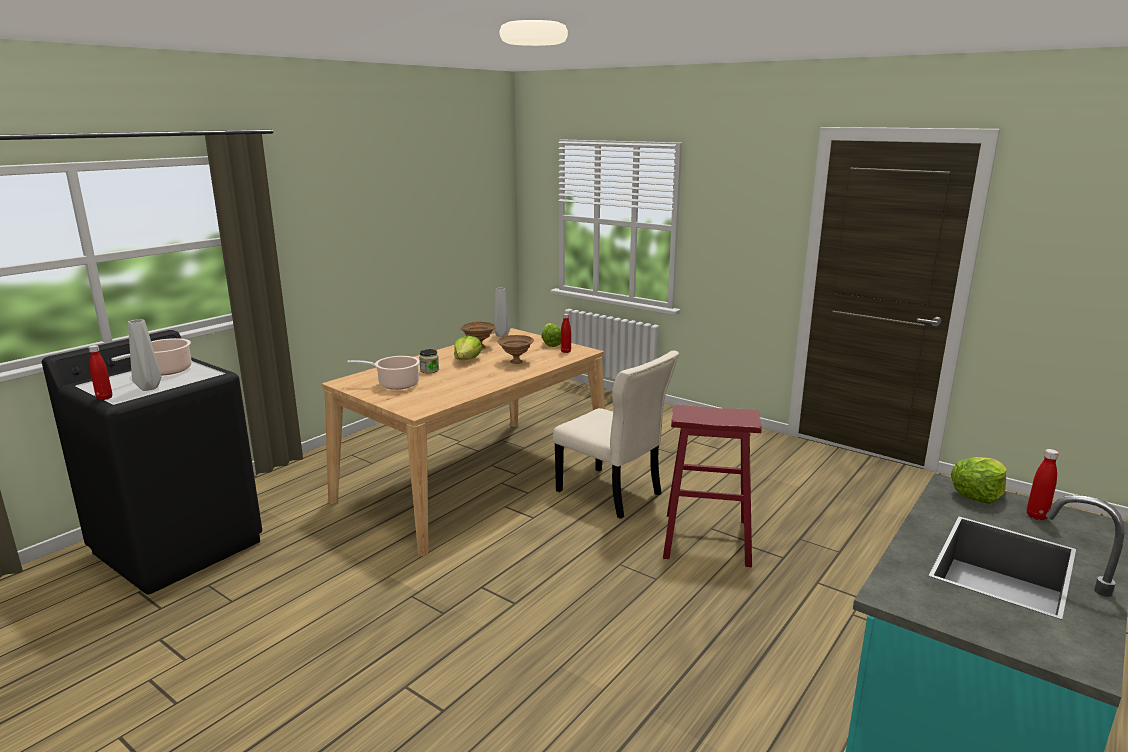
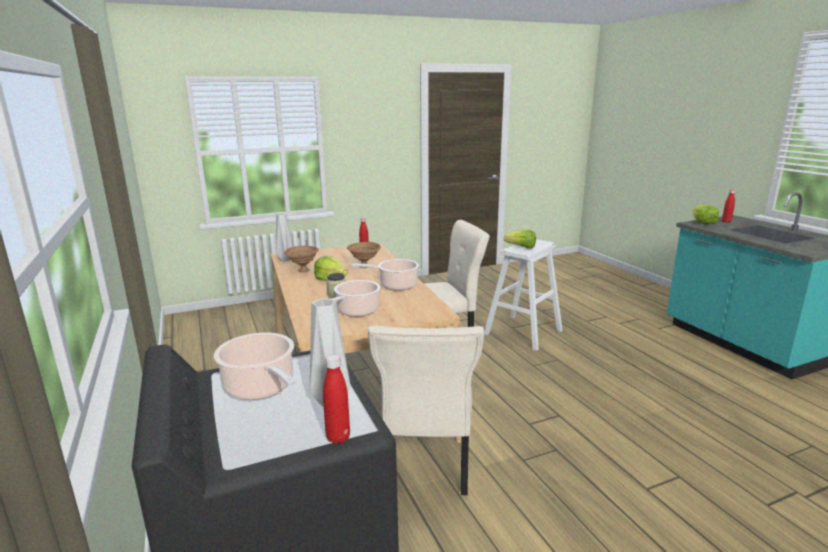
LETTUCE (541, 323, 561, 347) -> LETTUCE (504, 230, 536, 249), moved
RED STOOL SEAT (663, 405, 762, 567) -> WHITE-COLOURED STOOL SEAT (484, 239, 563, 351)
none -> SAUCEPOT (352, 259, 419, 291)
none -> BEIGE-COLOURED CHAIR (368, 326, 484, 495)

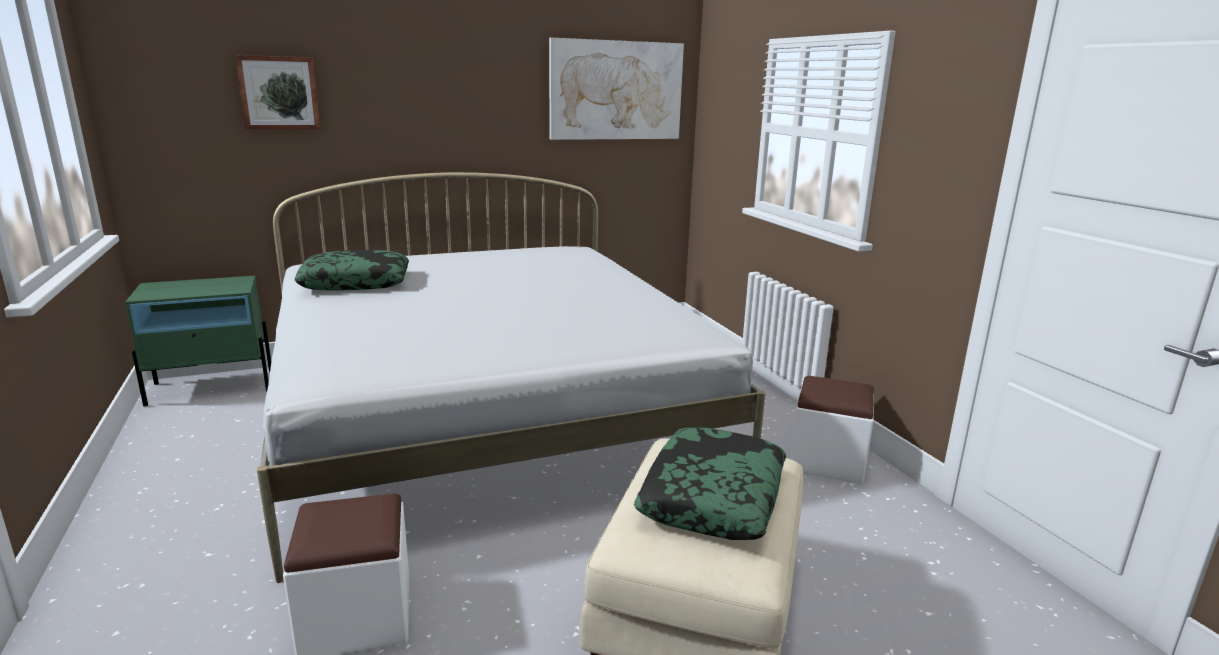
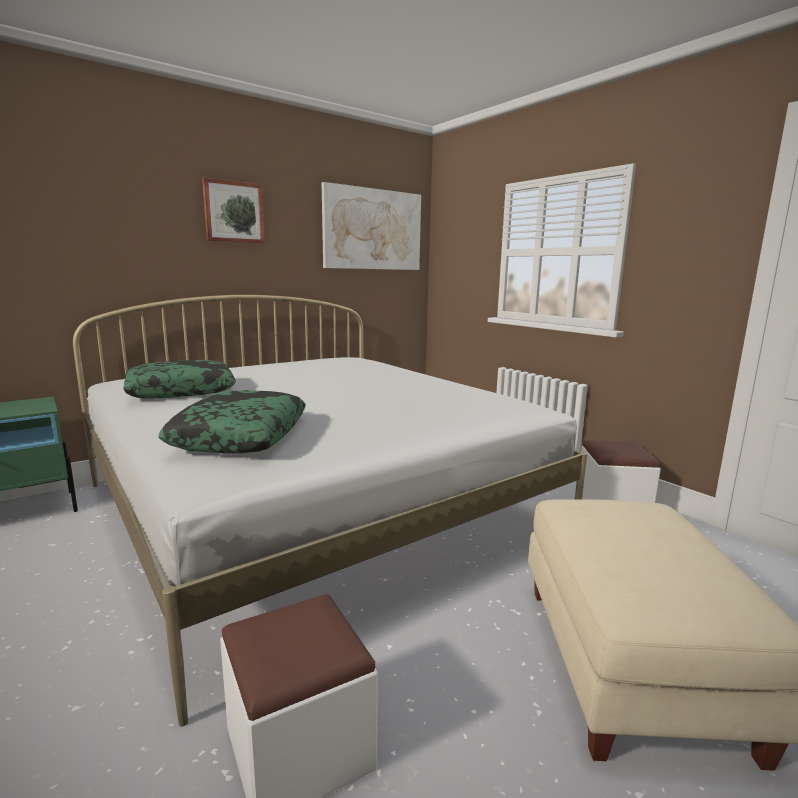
WALL ART (235, 55, 320, 129) -> WALL ART (202, 177, 265, 244), moved
CUSHION (634, 428, 786, 540) -> CUSHION (158, 390, 306, 453), moved

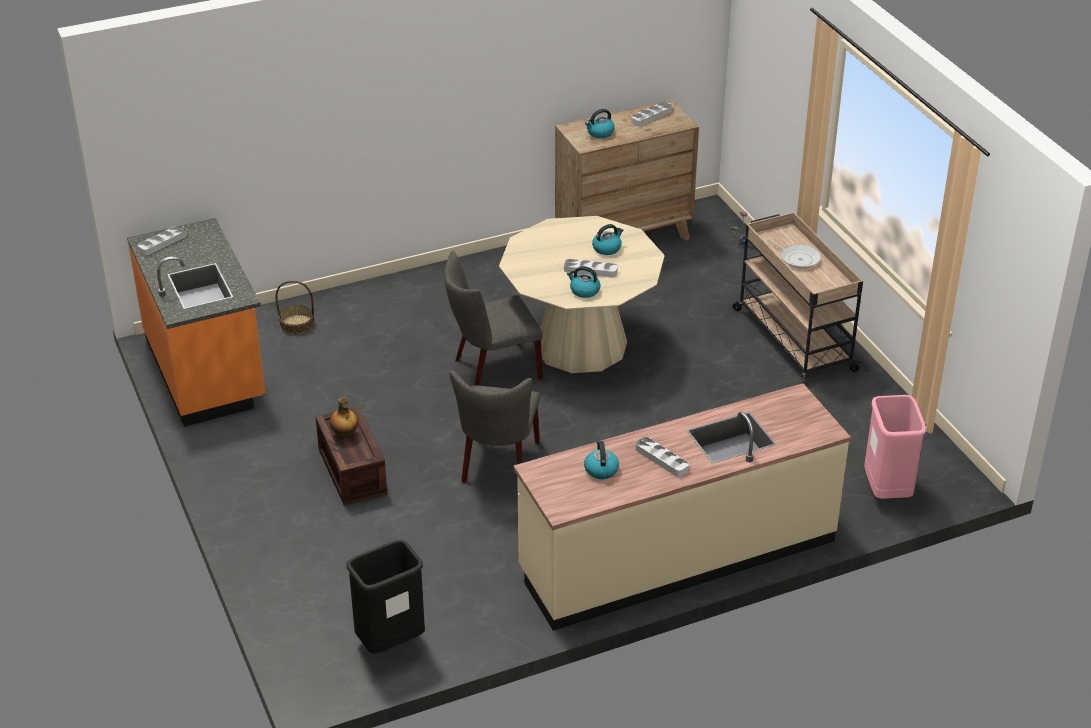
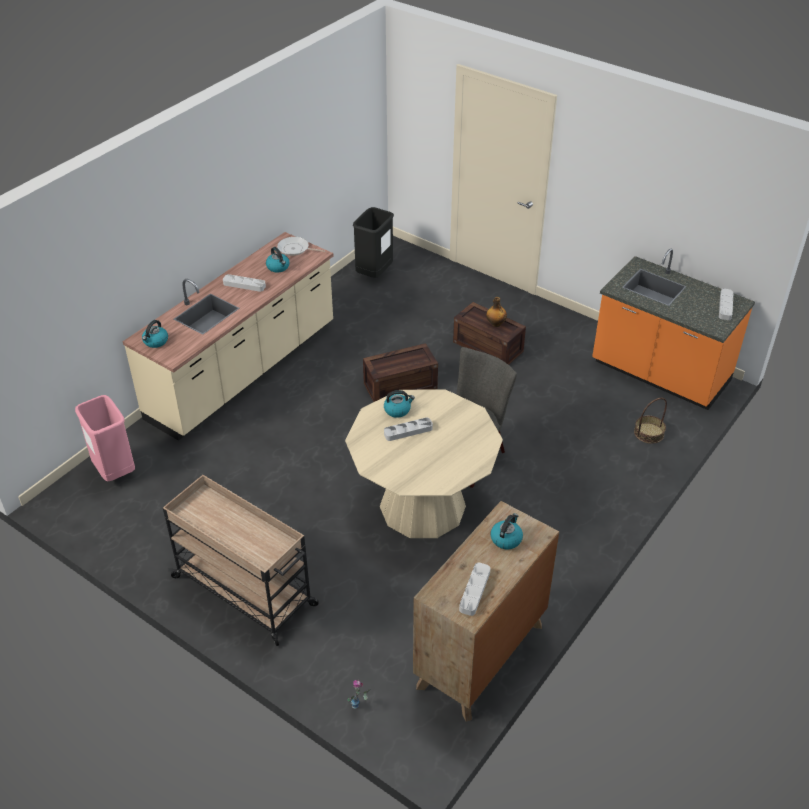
GRAY CHAIR (450, 370, 540, 483) -> PACKING CRATE (363, 343, 438, 402)
KETTLE (592, 224, 623, 255) -> KETTLE (142, 320, 168, 348), moved
FRYING PAN (767, 240, 821, 269) -> FRYING PAN (277, 237, 325, 256), moved

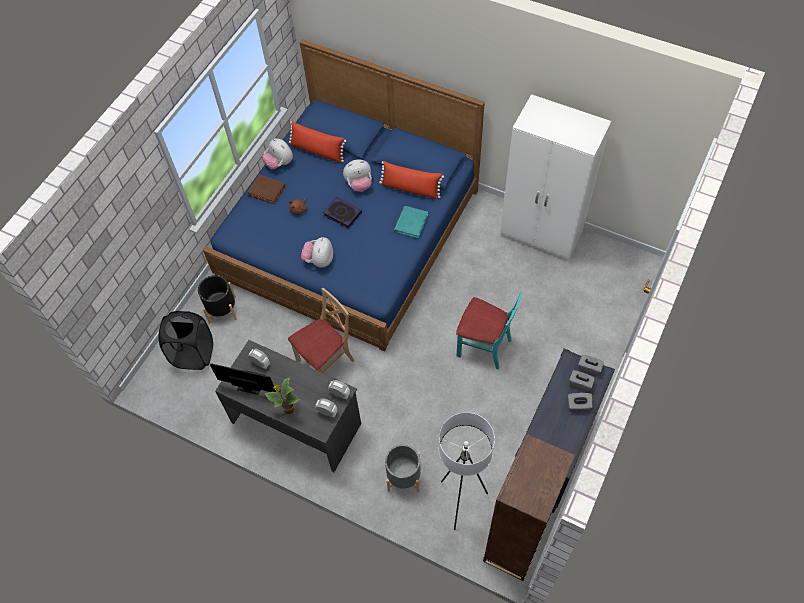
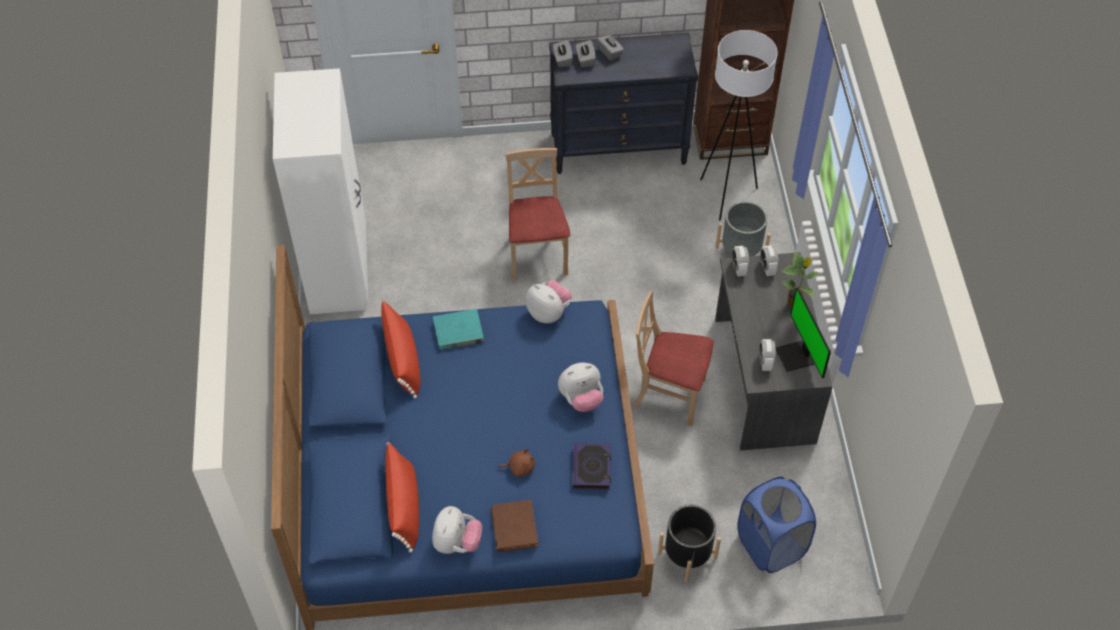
BLACKISH HAMPER (158, 311, 213, 370) -> BLUISH HAMPER (737, 477, 816, 573)
BOOK (323, 197, 362, 229) -> BOOK (573, 443, 611, 490), moved
PLUSH TOY (343, 159, 372, 192) -> PLUSH TOY (526, 280, 572, 323), moved
TURQUOISE-COLOURED CHAIR (456, 292, 522, 370) -> BEIGE-COLOURED CHAIR (505, 148, 570, 281)

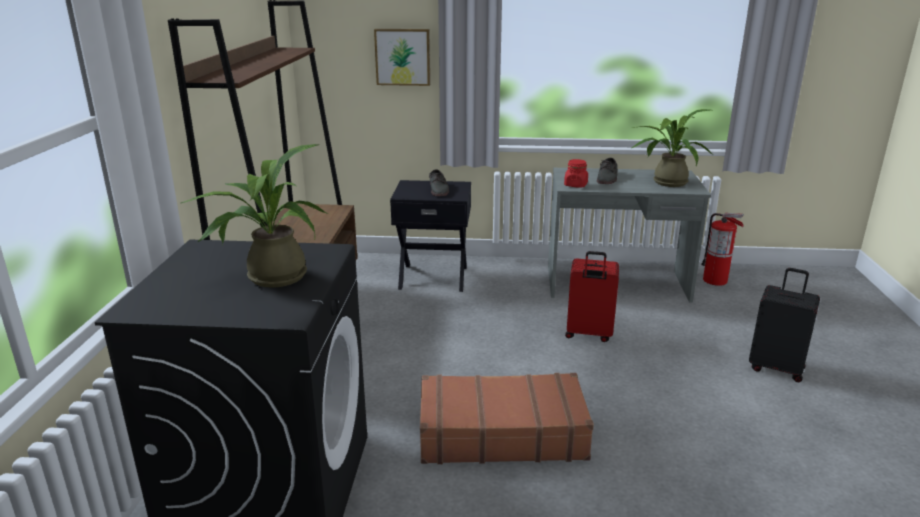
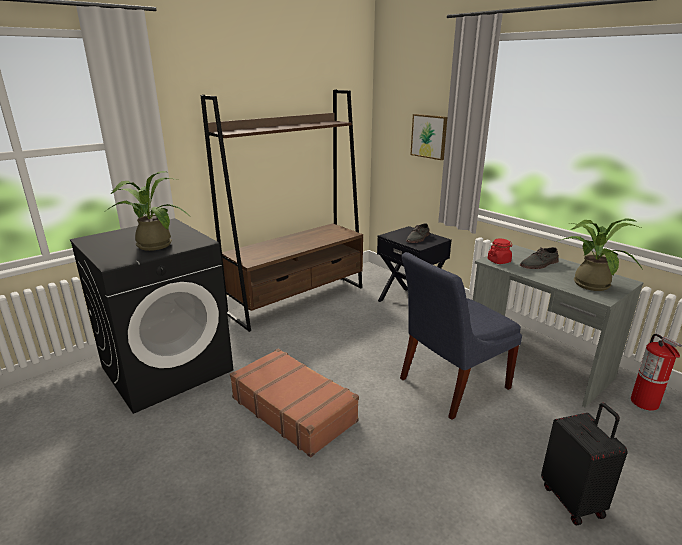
RED PIECE OF LUGGAGE (565, 251, 619, 342) -> BLUISH CHAIR (400, 252, 522, 420)

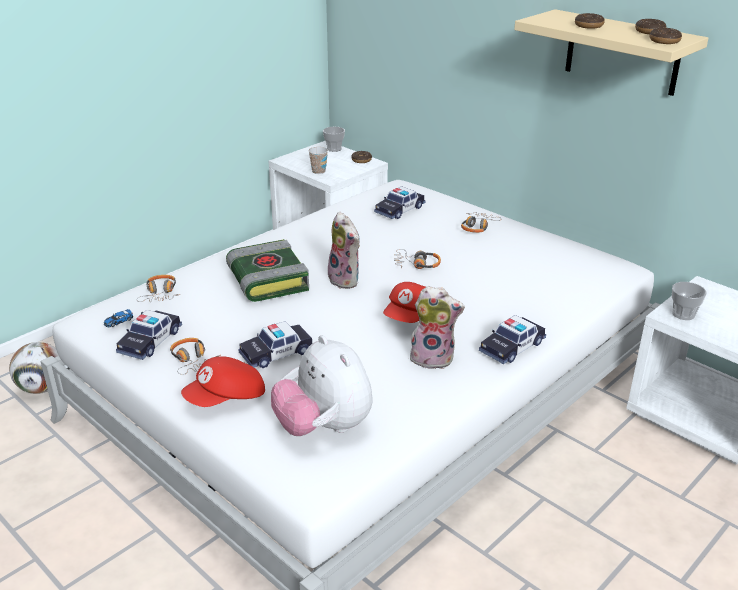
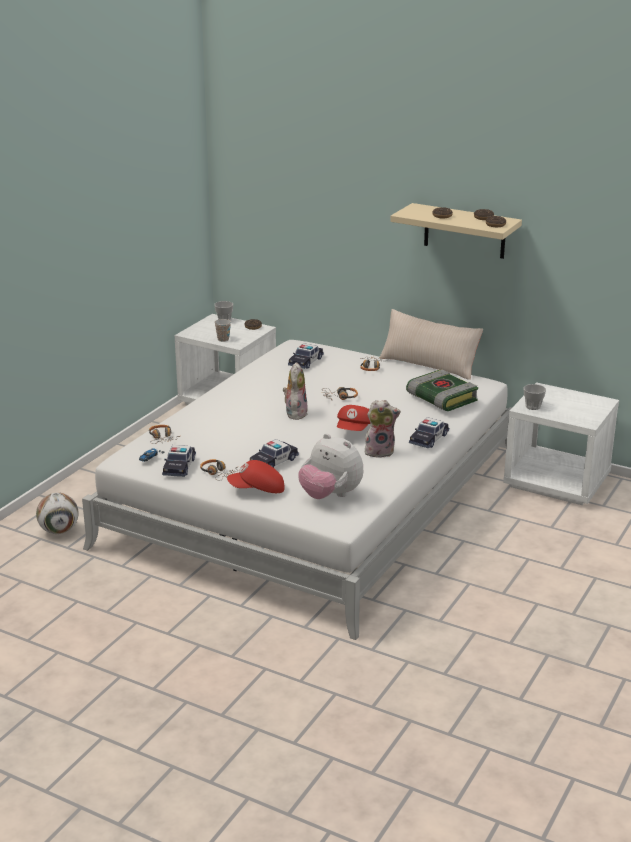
RED BASEBALL CAP (181, 356, 265, 407) -> RED BASEBALL CAP (227, 460, 285, 493), 45 degrees clockwise
BOOK (226, 239, 309, 302) -> BOOK (406, 369, 478, 411), moved
PLUSH TOY (326, 212, 360, 289) -> PLUSH TOY (283, 362, 308, 420), 120 degrees counterclockwise
none -> BEIGE-COLOURED CUSHION (379, 309, 483, 380)

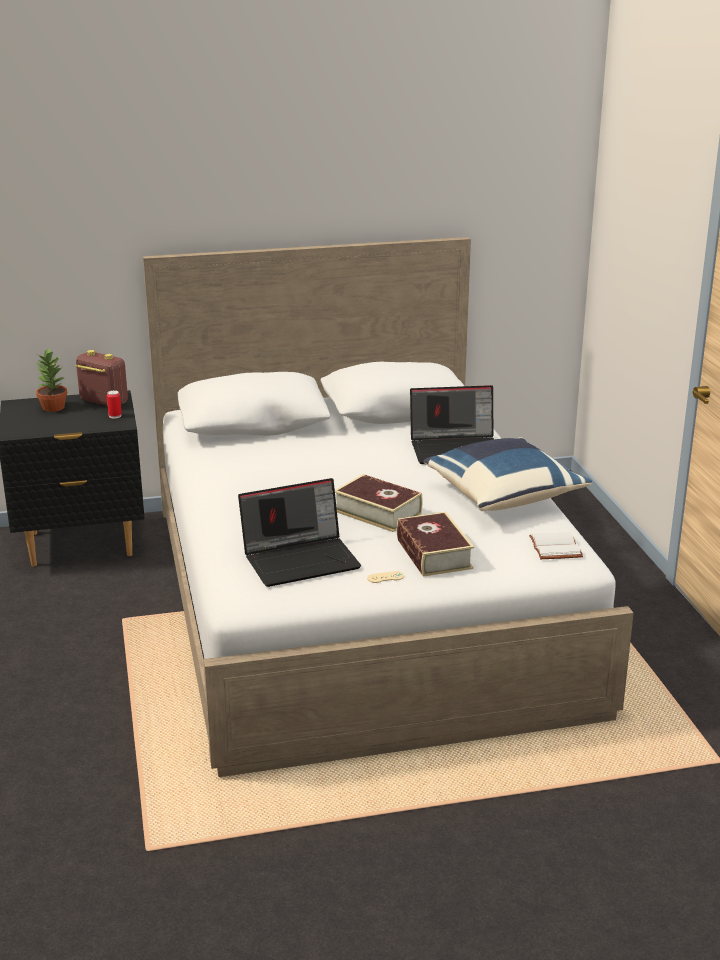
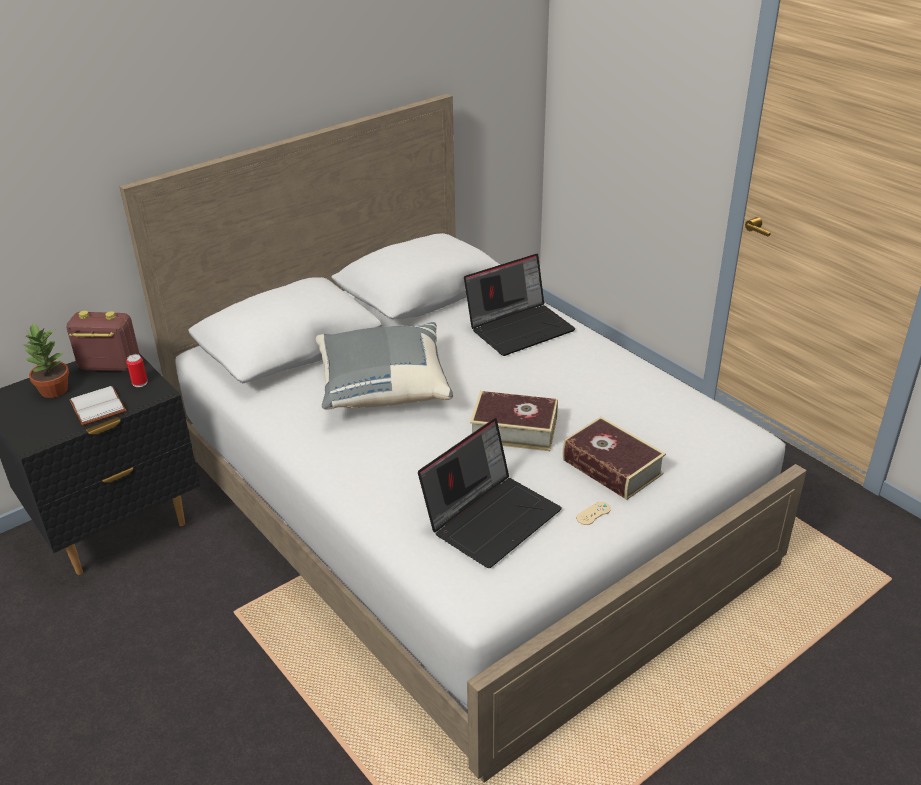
BLUISH CUSHION (423, 437, 592, 511) -> none
WHITE-COLOURED BOOK (529, 532, 583, 559) -> WHITE-COLOURED BOOK (69, 386, 127, 426), moved
none -> GRAY CUSHION (316, 322, 453, 410)

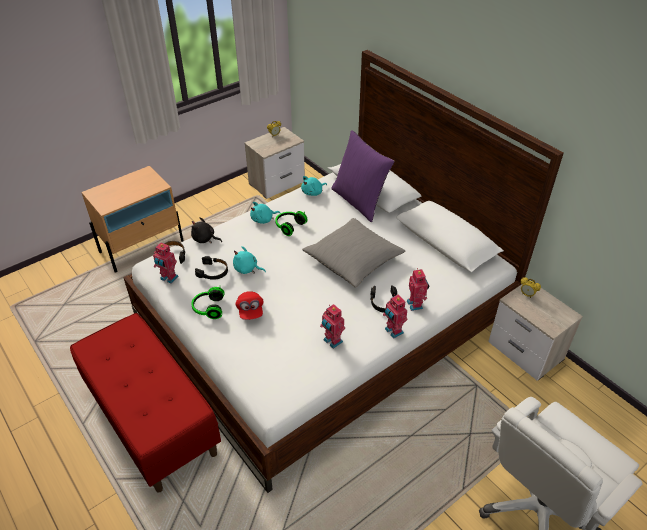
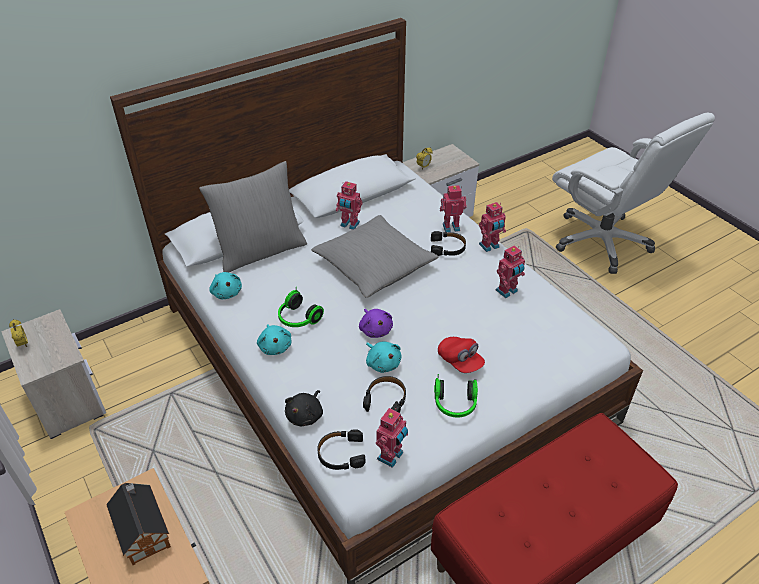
TURQUOISE-COLOURED PLUSH TOY (233, 246, 266, 274) -> TURQUOISE-COLOURED PLUSH TOY (366, 342, 402, 373), 60 degrees counterclockwise
RED BASEBALL CAP (236, 291, 263, 320) -> RED BASEBALL CAP (438, 337, 485, 373), 60 degrees clockwise
PURPLE CUSHION (332, 130, 395, 222) -> GRAY CUSHION (199, 161, 307, 272)
none -> TOY HOUSE (106, 483, 171, 565)
none -> MODEL ROBOT (336, 181, 362, 230)
none -> PURPLE PLUSH TOY (359, 309, 393, 338)

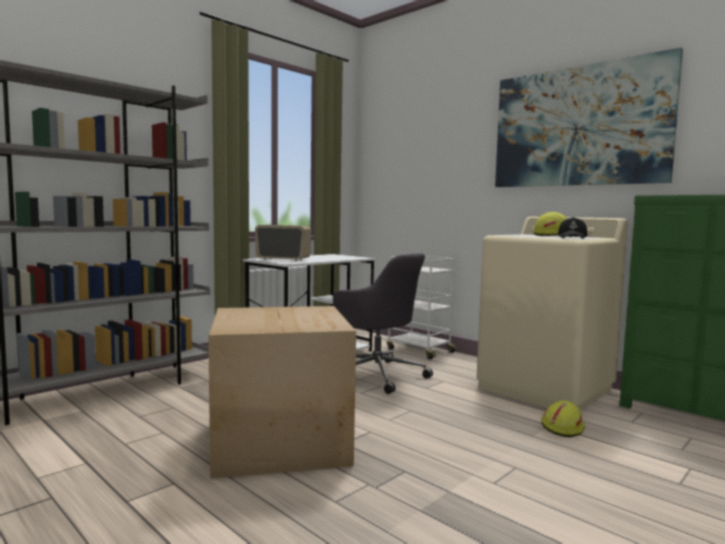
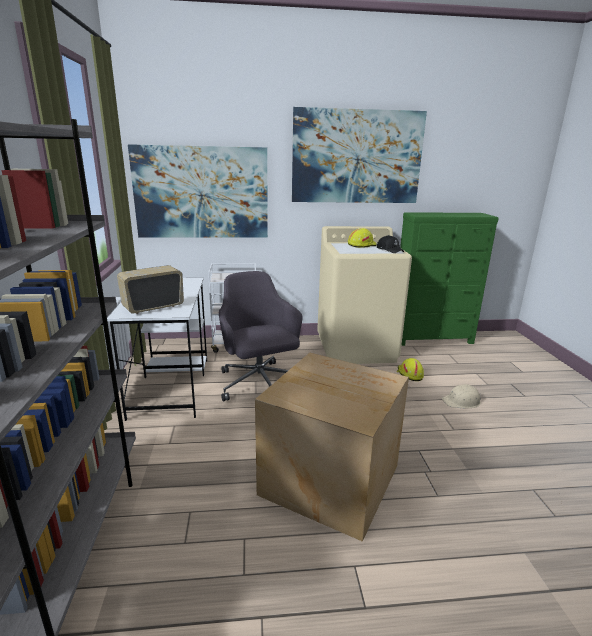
GRAY DESK CHAIR (333, 253, 433, 394) -> GRAY DESK CHAIR (219, 271, 302, 401), 105 degrees counterclockwise
none -> WALL ART (128, 144, 268, 237)
none -> BEIGE-COLOURED SAFETY HELMET (442, 384, 481, 409)

